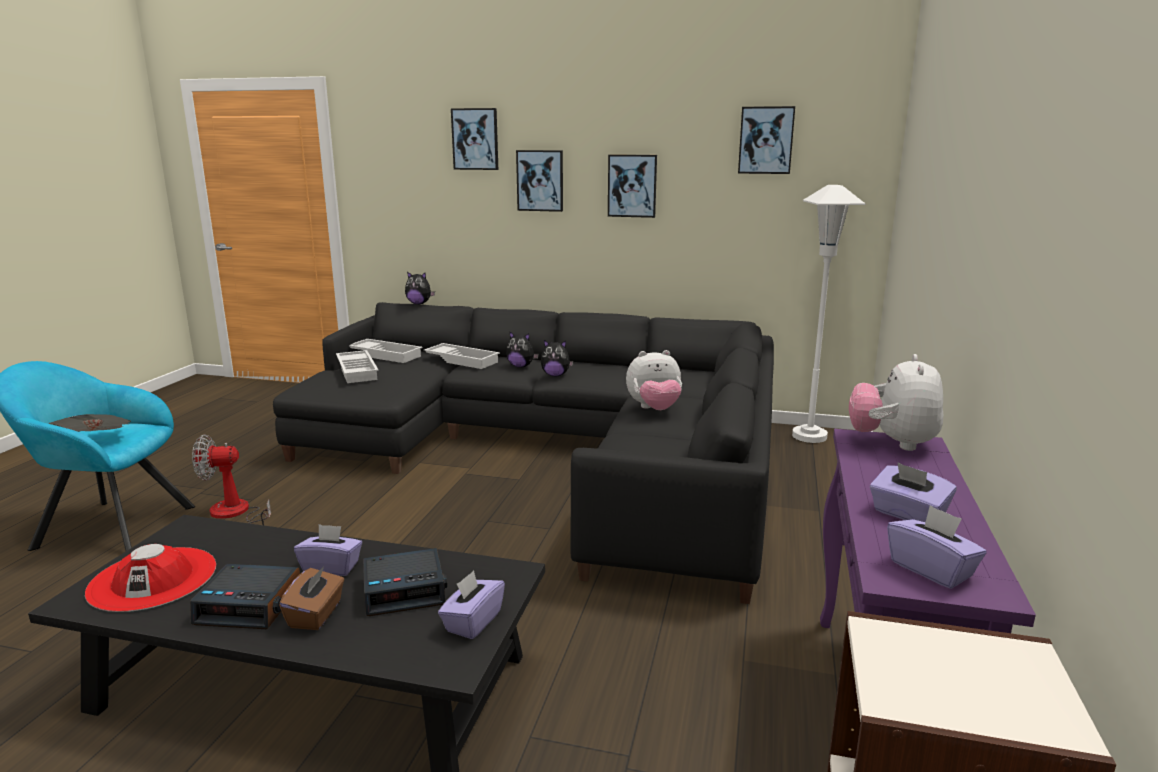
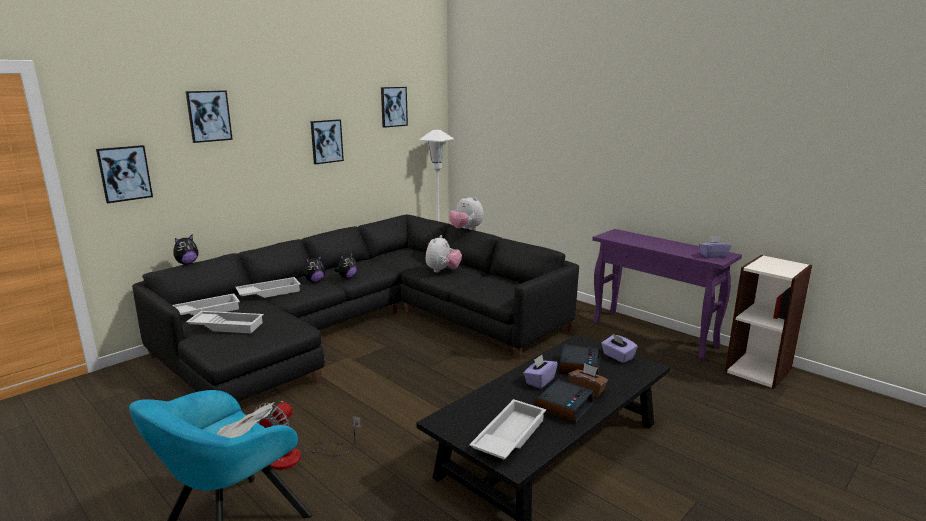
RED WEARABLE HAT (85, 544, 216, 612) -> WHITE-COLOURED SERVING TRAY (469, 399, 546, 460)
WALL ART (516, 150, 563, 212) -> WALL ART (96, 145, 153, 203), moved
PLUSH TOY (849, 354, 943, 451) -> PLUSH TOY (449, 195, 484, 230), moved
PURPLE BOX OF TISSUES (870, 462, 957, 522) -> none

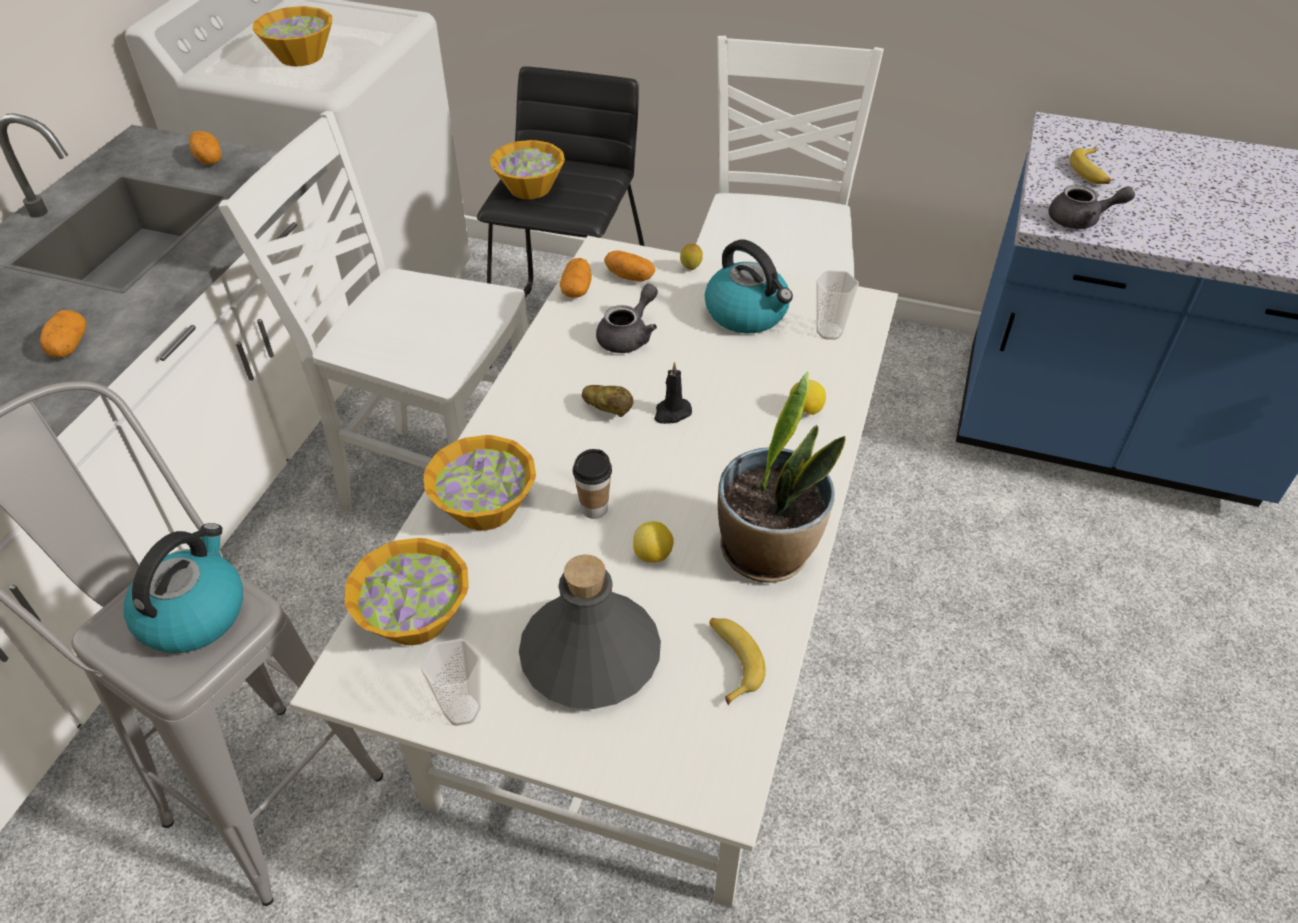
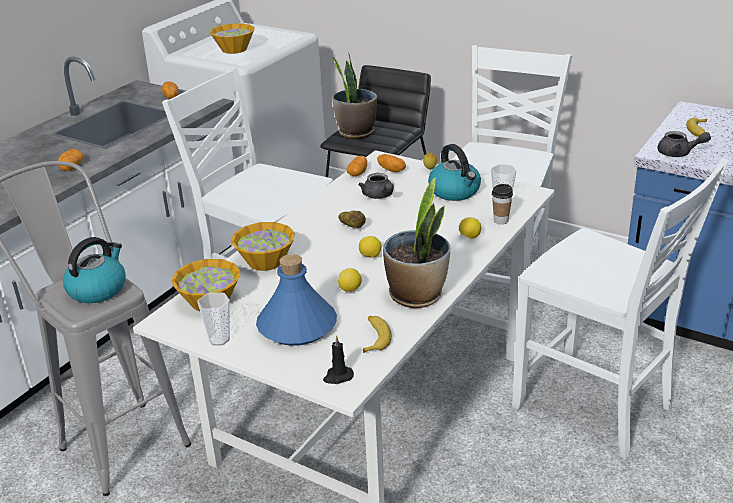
BOWL (490, 140, 565, 199) -> PLANT IN A POT (332, 53, 377, 139)
GRAY BOTTLE (519, 554, 661, 709) -> BLUISH BOTTLE (256, 254, 337, 346)
SMALL CUP (573, 449, 612, 519) -> SMALL CUP (492, 184, 513, 225), moved
GRAY POT FOR TEA (596, 284, 658, 353) -> GRAY POT FOR TEA (358, 173, 394, 199), 105 degrees clockwise
BLACKISH WAX CANDLE (654, 362, 692, 424) -> BLACKISH WAX CANDLE (323, 336, 354, 384), moved
none -> CITRUS FRUIT (359, 236, 381, 258)
none -> WHITE-COLOURED CHAIR (512, 158, 729, 460)

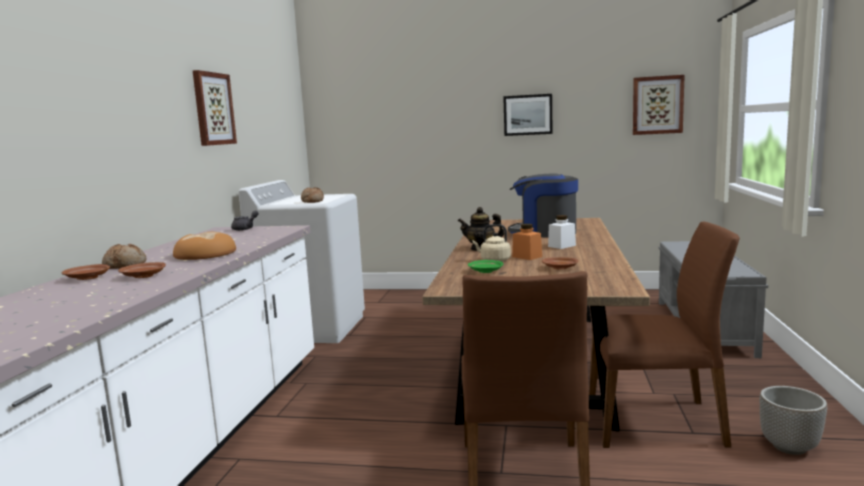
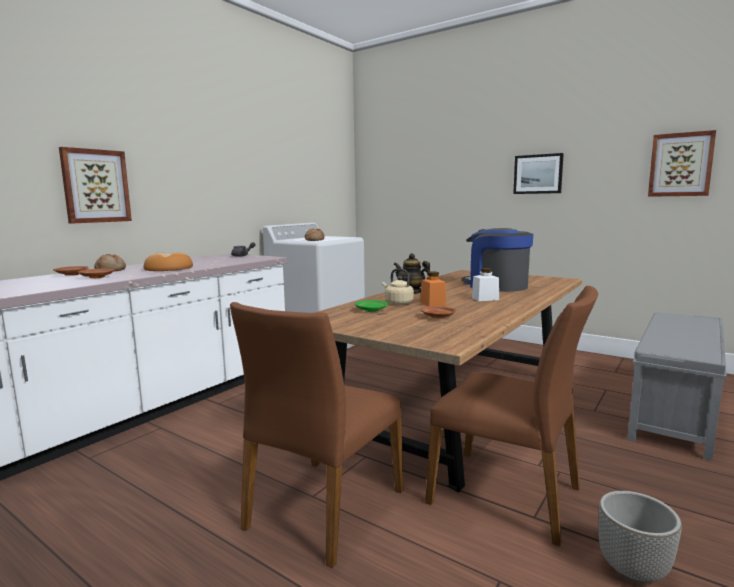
WALL ART (192, 70, 237, 146) -> WALL ART (59, 147, 132, 224), moved

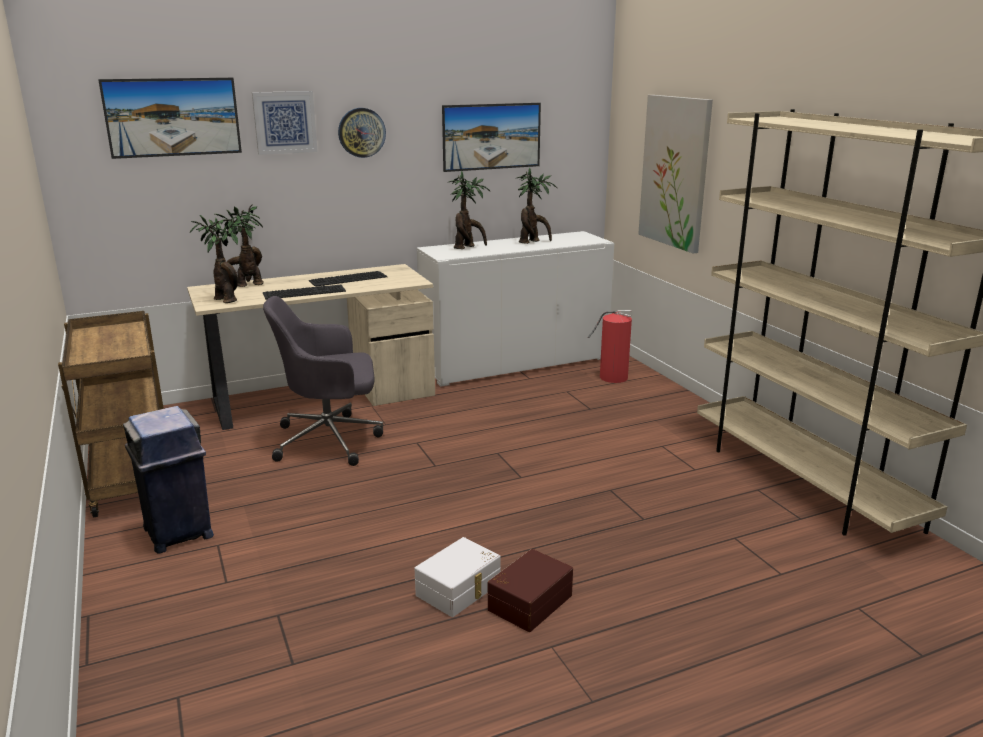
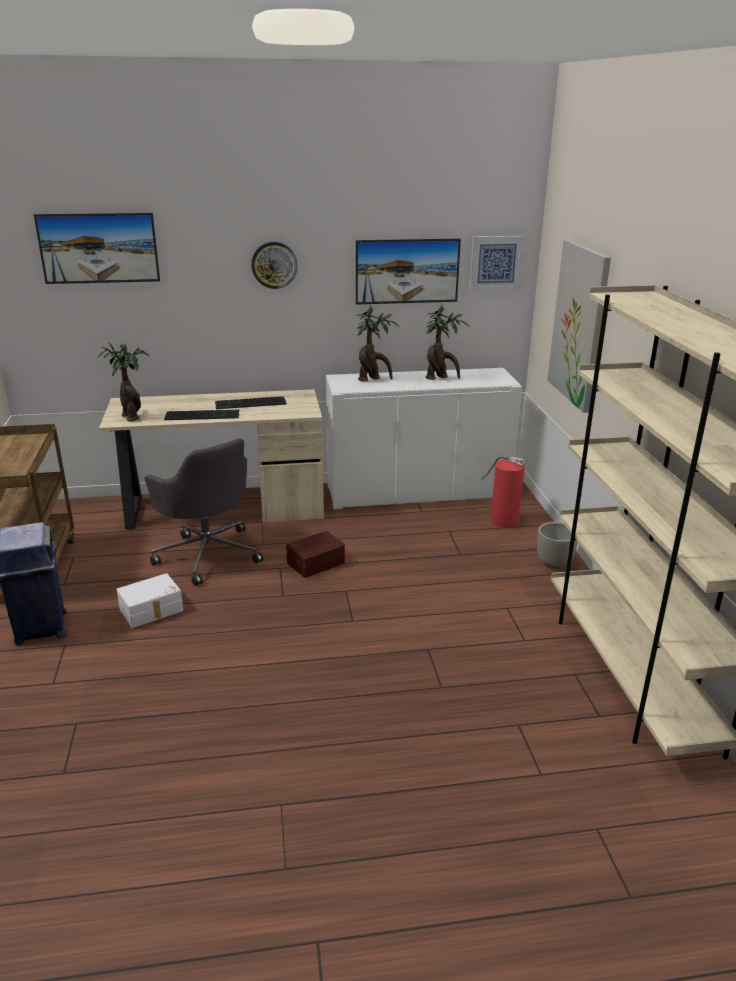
PLANT IN A POT (209, 204, 264, 287) -> none
WALL ART (252, 91, 318, 155) -> WALL ART (469, 236, 524, 290), moved
GRAY DESK CHAIR (263, 296, 383, 466) -> GRAY DESK CHAIR (144, 438, 263, 586), 135 degrees counterclockwise
WHITE-COLOURED STORAGE BOX (415, 537, 500, 617) -> WHITE-COLOURED STORAGE BOX (117, 573, 183, 628), moved
BROWN STORAGE BOX (488, 549, 573, 632) -> BROWN STORAGE BOX (286, 531, 345, 578), moved
none -> GRAY PLANT POT (537, 522, 578, 568)

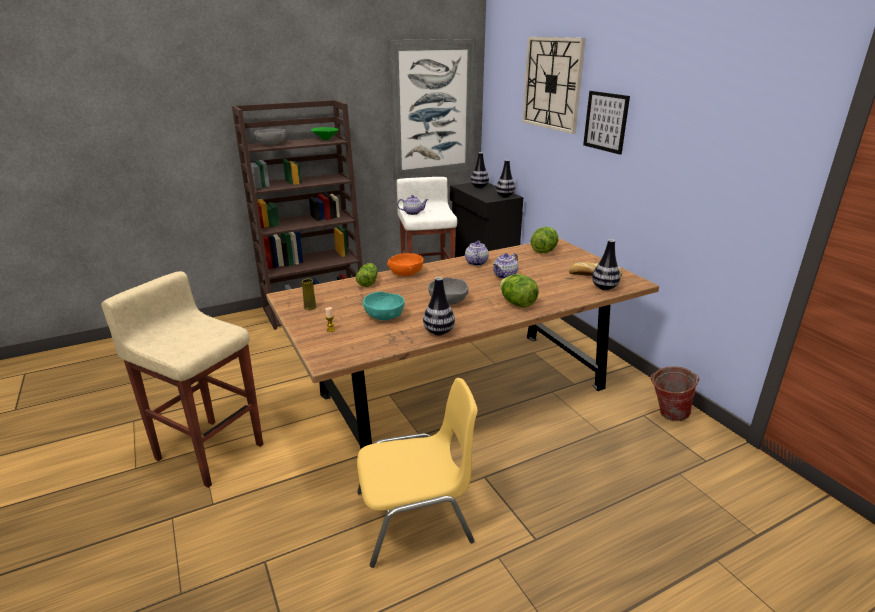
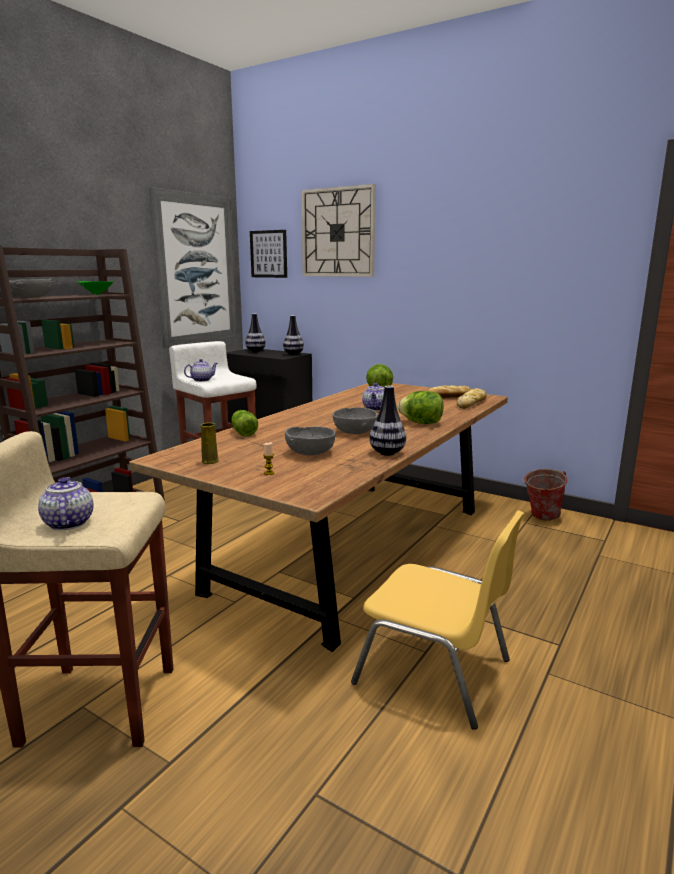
YELLOWISH CHAIR (357, 378, 478, 568) -> YELLOWISH CHAIR (351, 510, 525, 730), 75 degrees clockwise
TURQUOISE-COLOURED BOWL (363, 292, 405, 320) -> GRAY BOWL (285, 427, 335, 456)
ORANGE BOWL (387, 253, 424, 276) -> none
POT FOR TEA (465, 241, 489, 266) -> POT FOR TEA (38, 477, 93, 530), moved
WALL ART (583, 91, 630, 155) -> WALL ART (250, 230, 287, 278), moved
FLOWER VASE (592, 239, 621, 290) -> BAKED BREAD (457, 388, 487, 409)

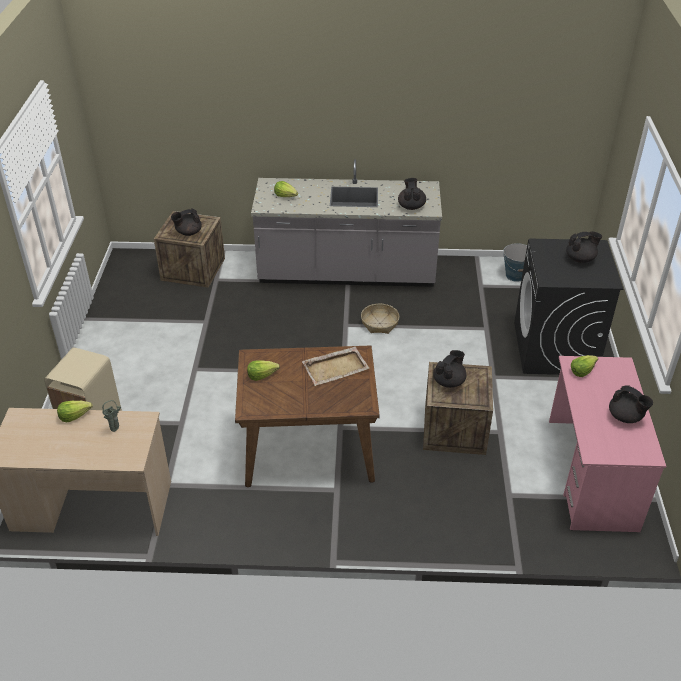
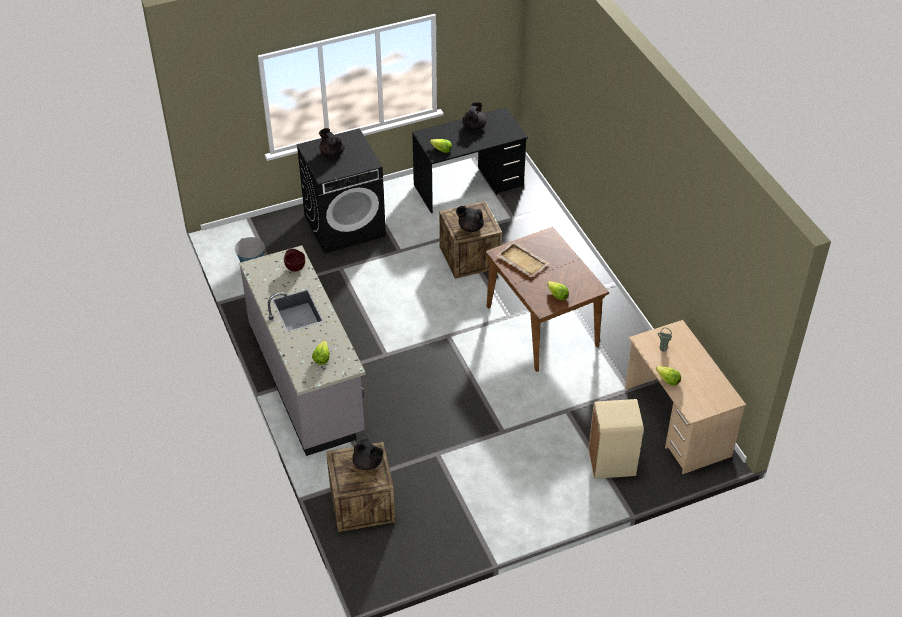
HOUSEHOLD BASKET (361, 304, 399, 334) -> none
BLACKISH POT FOR TEA (398, 178, 426, 210) -> BROWN BOWL (284, 249, 305, 272)
PINKISH DESK (549, 356, 666, 532) -> BLACKISH DESK (412, 107, 528, 213)

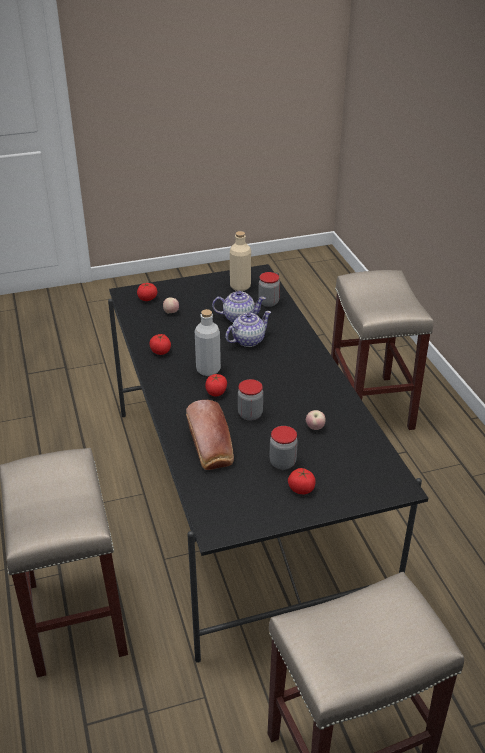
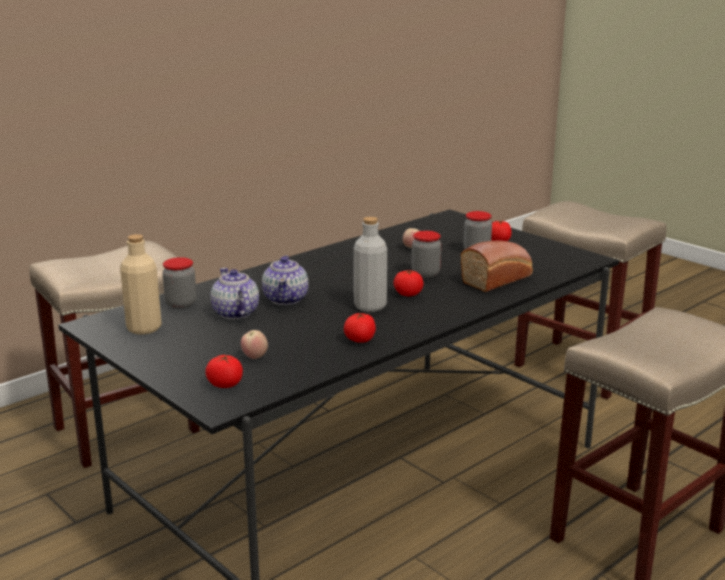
POT FOR TEA (225, 311, 271, 347) -> POT FOR TEA (262, 255, 308, 305), 120 degrees counterclockwise

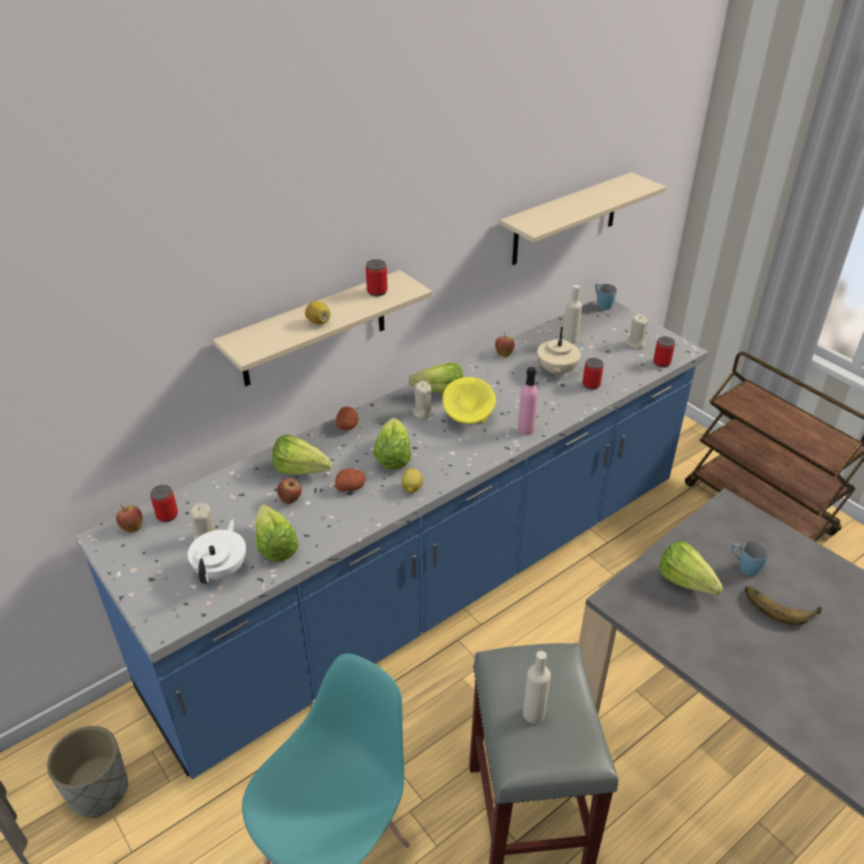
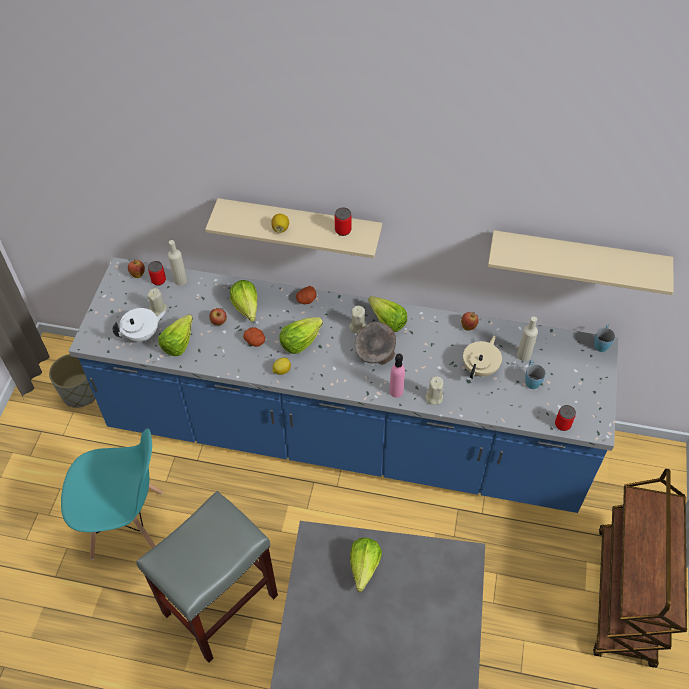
YELLOWISH BOWL (442, 377, 496, 424) -> GRAY BOWL (355, 322, 396, 365)
BEIGE-COLOURED BOTTLE (523, 651, 551, 724) -> BEIGE-COLOURED BOTTLE (168, 240, 187, 286), moved
BEIGE-COLOURED POT FOR TEA (537, 327, 581, 378) -> BEIGE-COLOURED POT FOR TEA (463, 336, 502, 379), 150 degrees clockwise
CAN (582, 358, 603, 390) -> none
BEIGE-COLOURED WAX CANDLE (625, 314, 649, 349) -> BEIGE-COLOURED WAX CANDLE (425, 376, 444, 405), moved
BLUISH TEA MUG (731, 541, 769, 576) -> BLUISH TEA MUG (525, 360, 545, 389), moved
WHOLE BANANA (745, 586, 822, 625) -> none

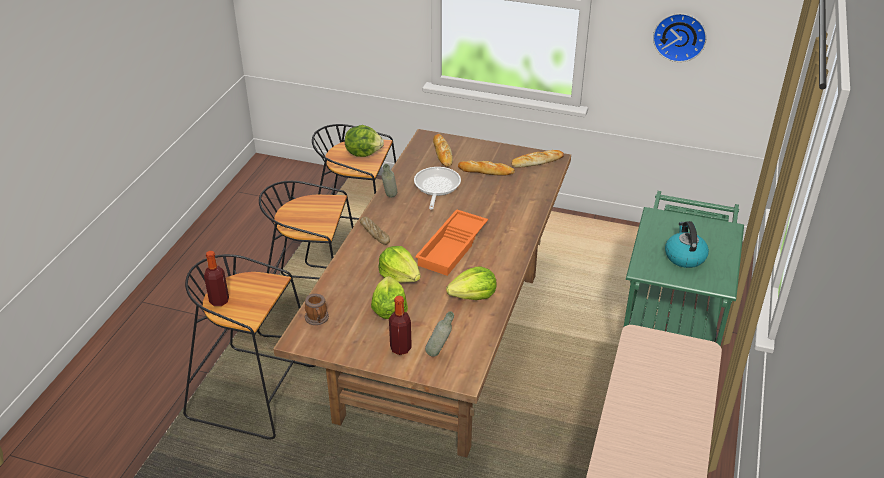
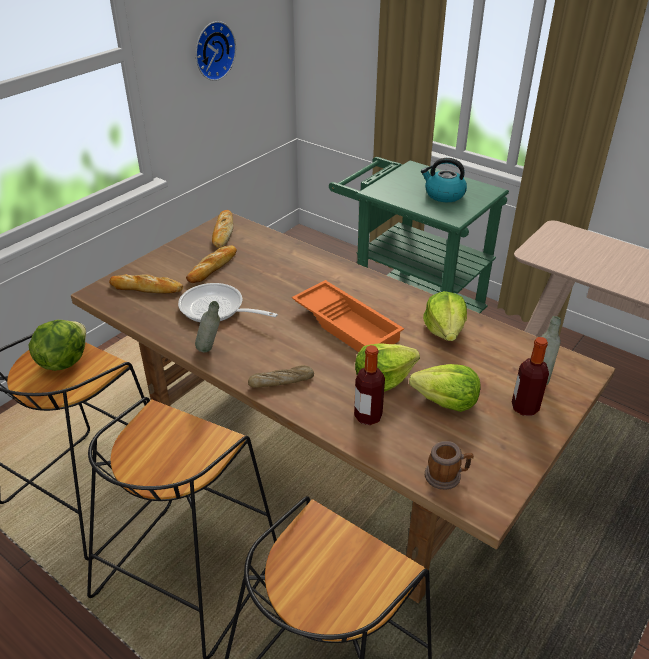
BOTTLE (204, 251, 229, 306) -> BOTTLE (354, 345, 385, 425), moved

